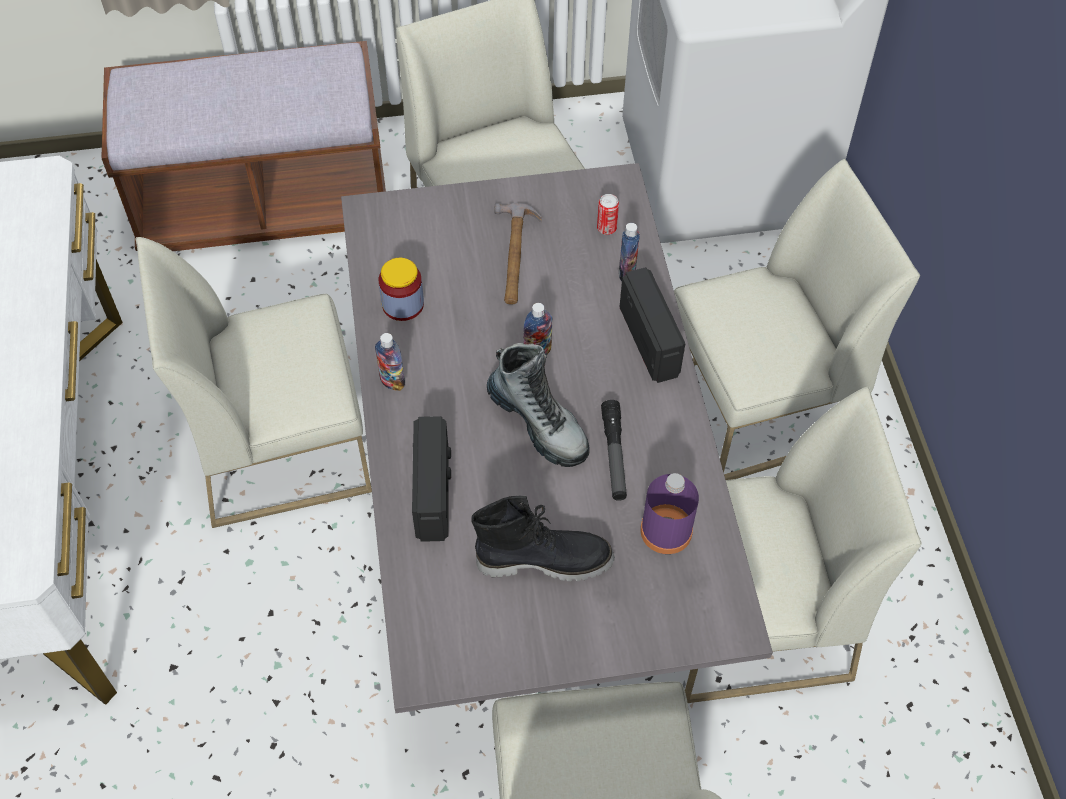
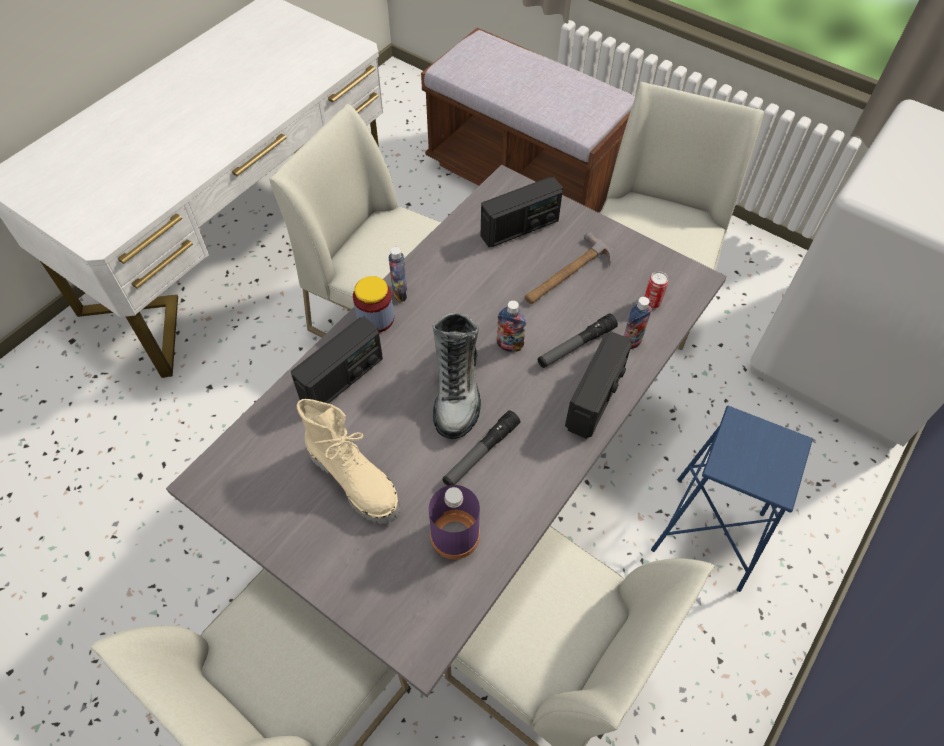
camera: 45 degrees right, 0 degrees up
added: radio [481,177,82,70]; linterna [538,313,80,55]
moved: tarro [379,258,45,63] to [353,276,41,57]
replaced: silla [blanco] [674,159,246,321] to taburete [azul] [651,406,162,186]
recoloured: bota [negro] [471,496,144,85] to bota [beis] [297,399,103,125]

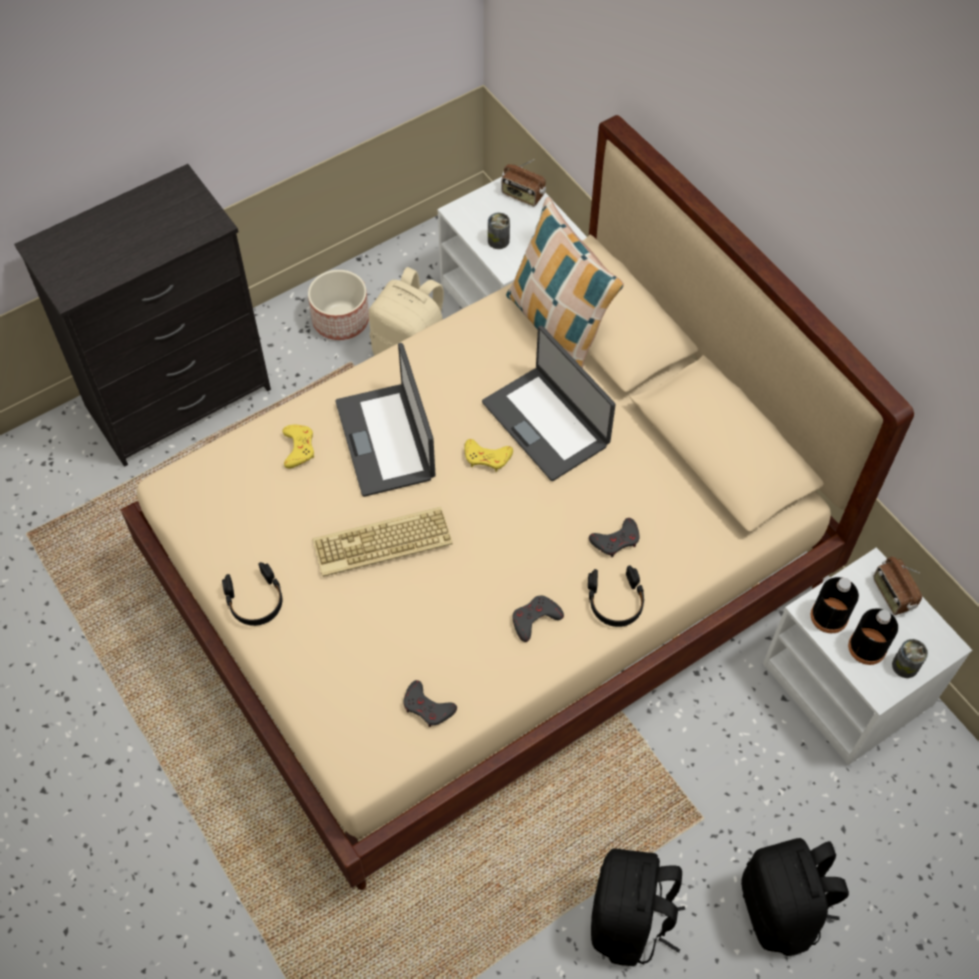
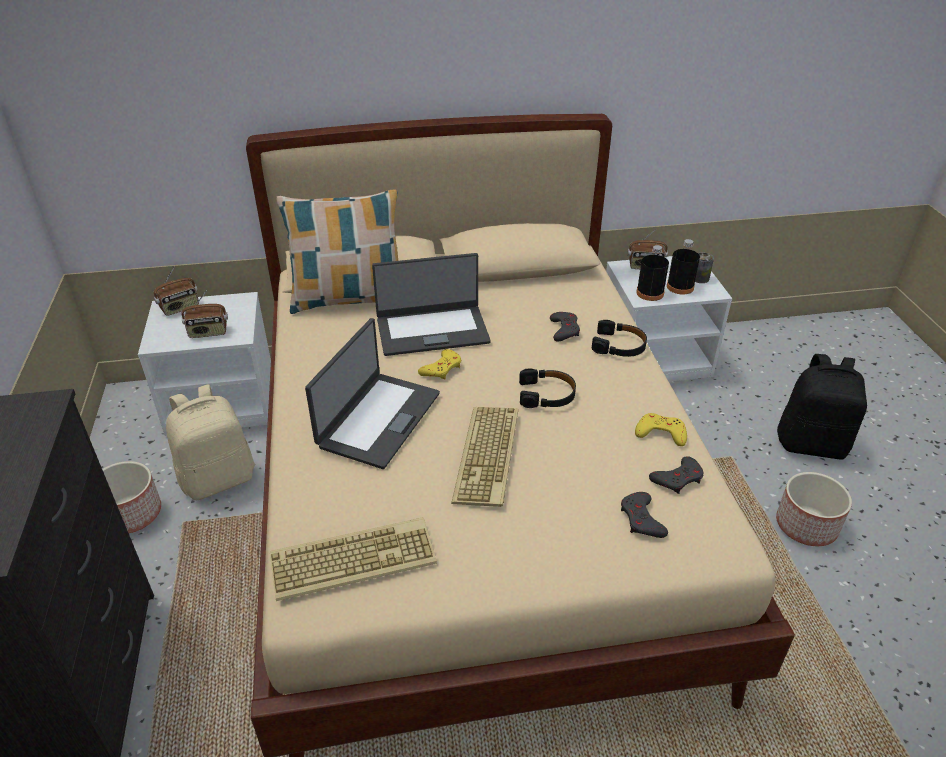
camera: 65 degrees left, 20 degrees down
added: teclado [270,517,167,84]
moved: auriculares [negro] [222,562,60,64] to [519,368,57,40]; mando de consola [amarillo] [282,425,32,44] to [635,413,52,33]; mando de consola [gris] [512,596,52,46] to [621,492,47,46]
replaced: lata [488,213,22,36] to radio [181,291,47,47]; mochila [negro] [591,848,94,118] to maceta [776,472,76,74]
turned: portátil [335,343,101,154] = [305,318,135,151] 75 degrees counterclockwise

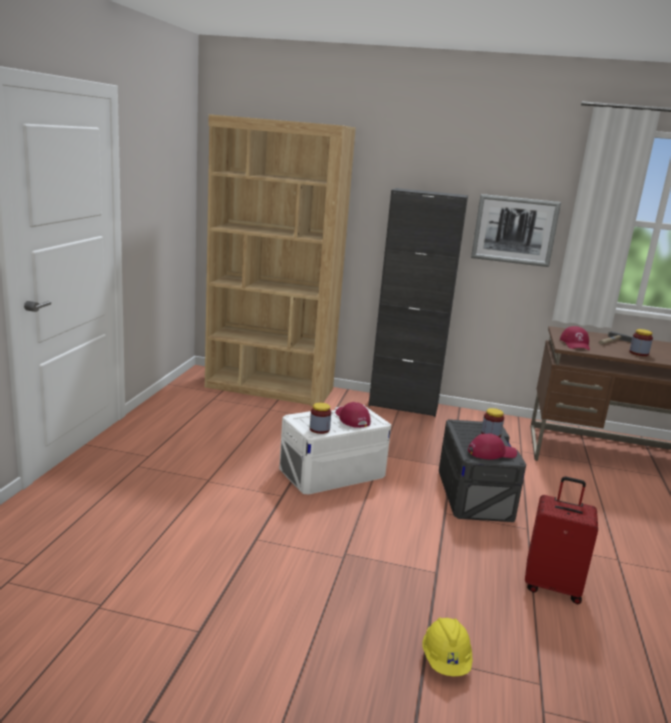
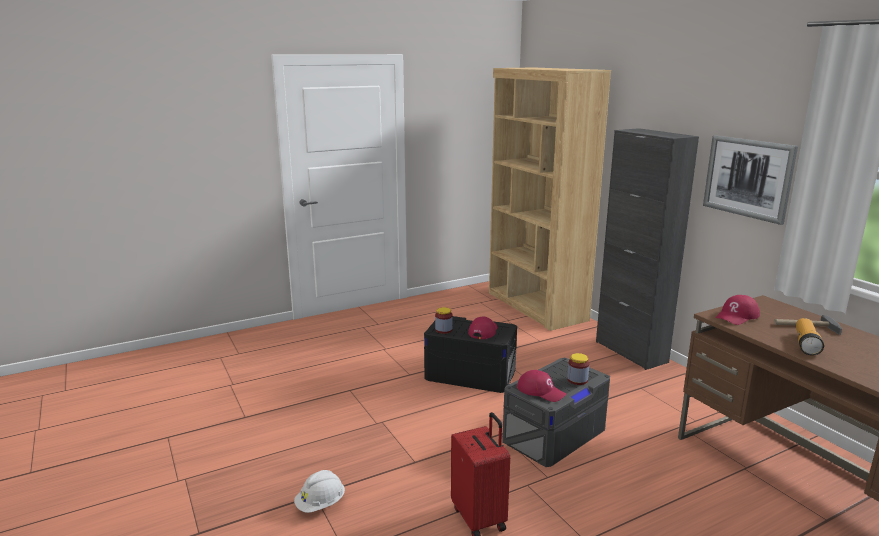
camera: 50 degrees right, 0 degrees up
replaced: tarro [629,329,24,27] to linterna [796,318,28,38]
recoloured: caja de almacenaje [blanco] [279,404,112,91] to caja de almacenaje [negro] [424,316,93,77]; casco [amarillo] [422,617,51,59] to casco [blanco] [294,470,51,43]

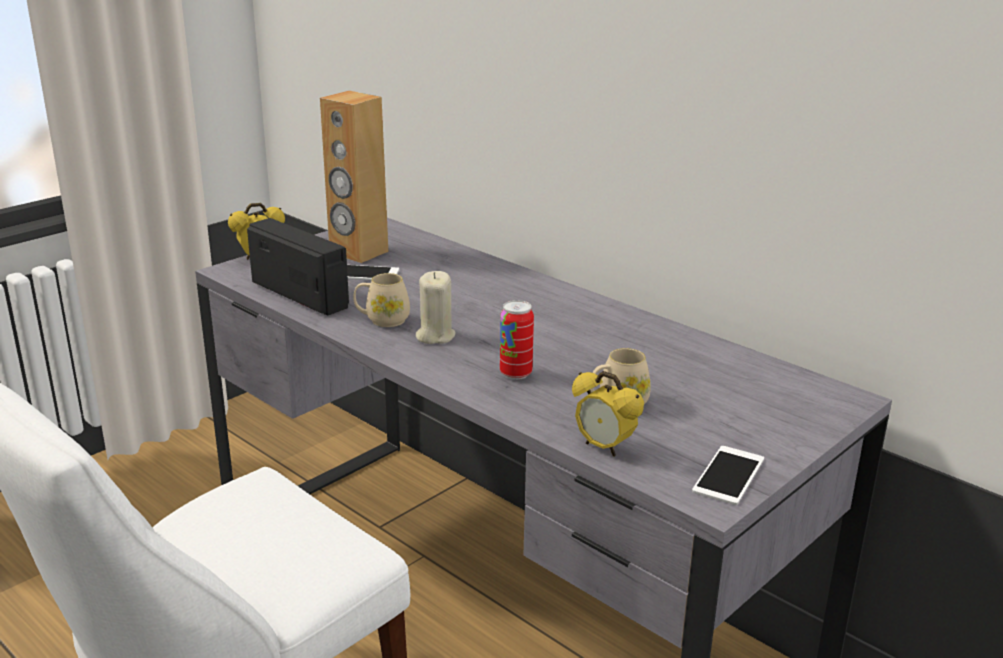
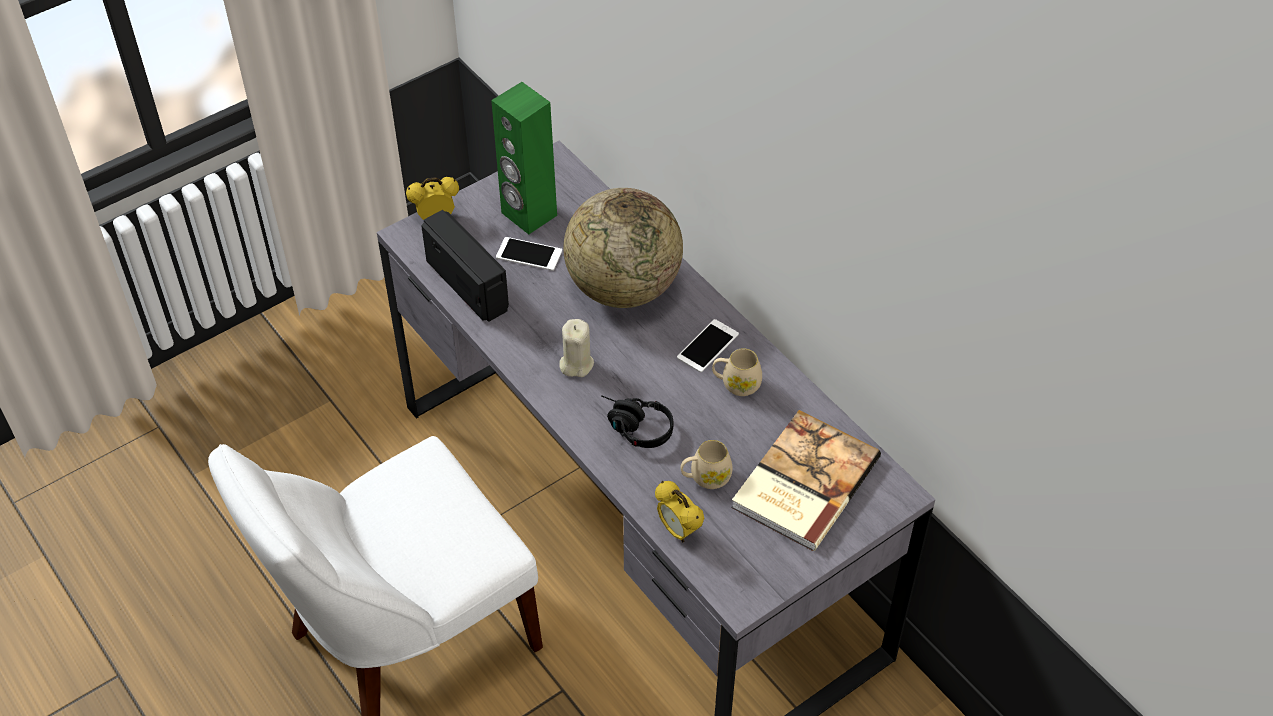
camera: 10 degrees right, 25 degrees up
added: globo terráqueo [563,188,120,120]; libro [731,410,150,141]
moved: taza grande [beis] [353,273,57,54] to [712,348,50,48]; móvil [692,446,72,59] to [677,319,62,54]
replaced: lata [500,300,34,80] to auriculares [negro] [601,395,72,53]
recoloured: altavoz [marrón] [320,91,68,172] to altavoz [verde] [491,82,66,152]

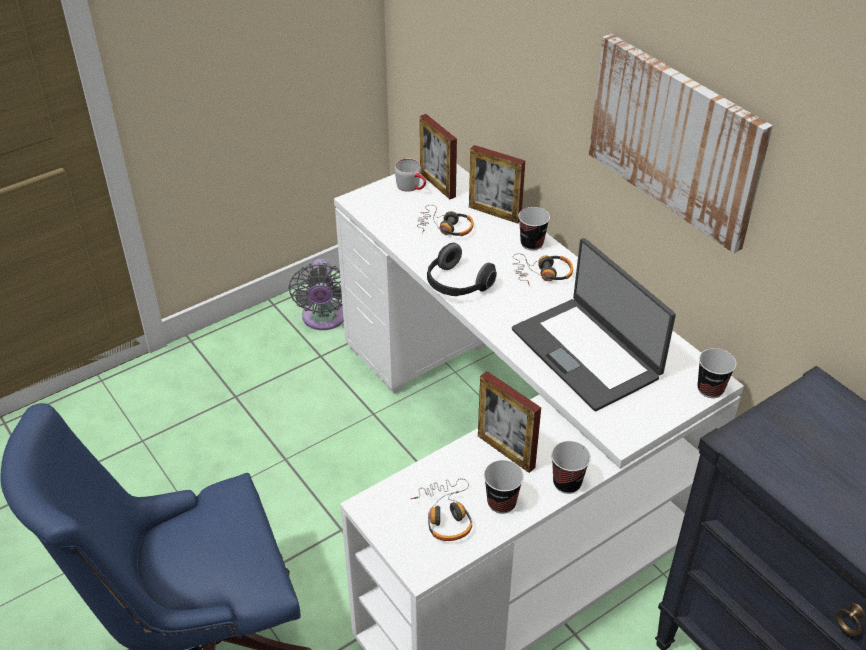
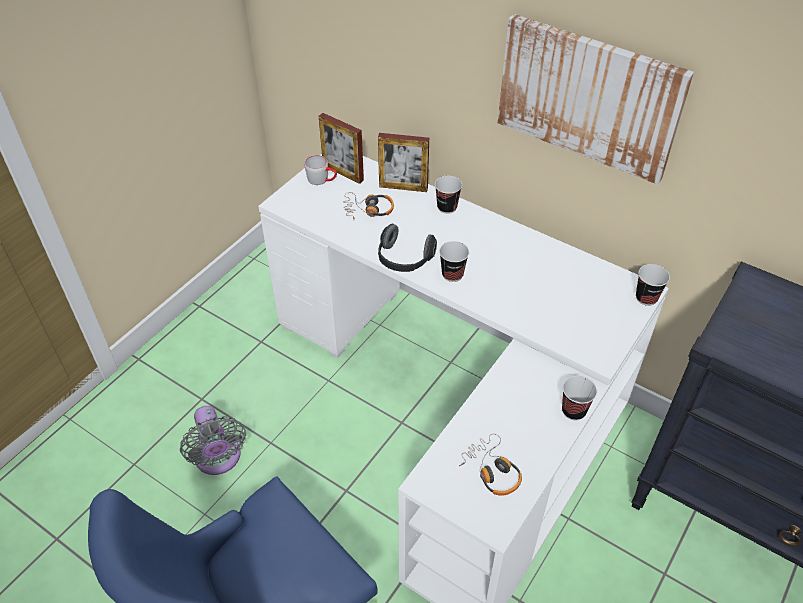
camera: 20 degrees left, 5 degrees up
removed: portarretratos [478,371,63,102]; portátil [512,238,164,173]; auriculares [512,253,61,32]
moved: ventilador [gris] [288,258,56,72] to [180,406,66,69]; taza [484,460,40,54] to [439,241,30,41]

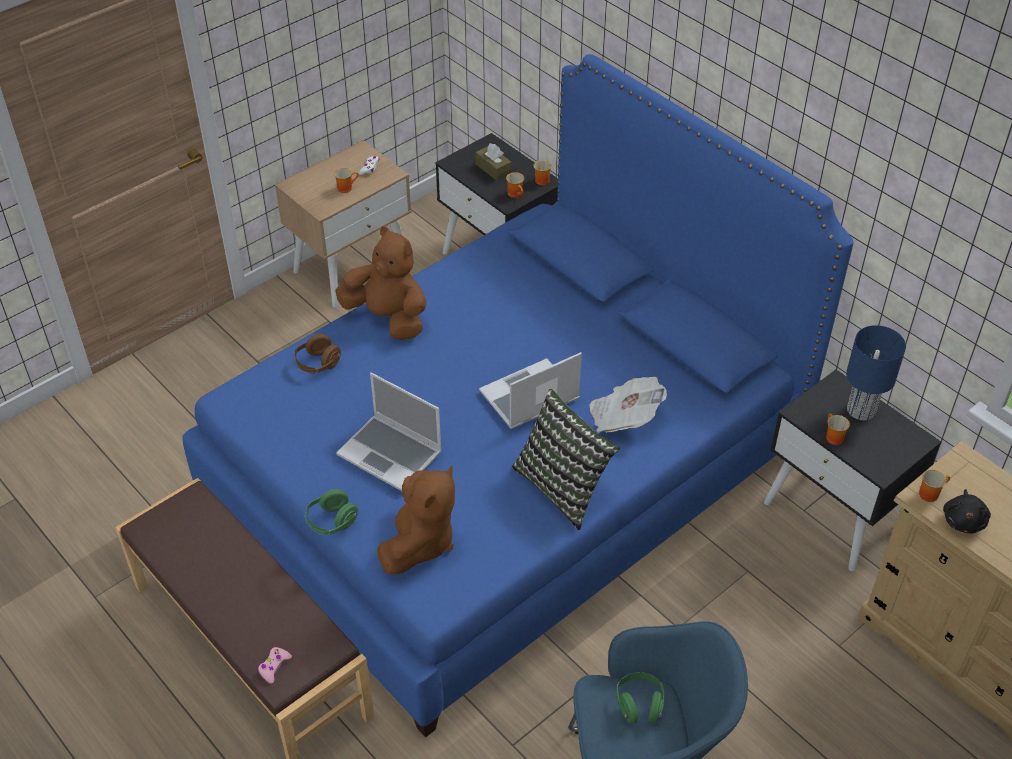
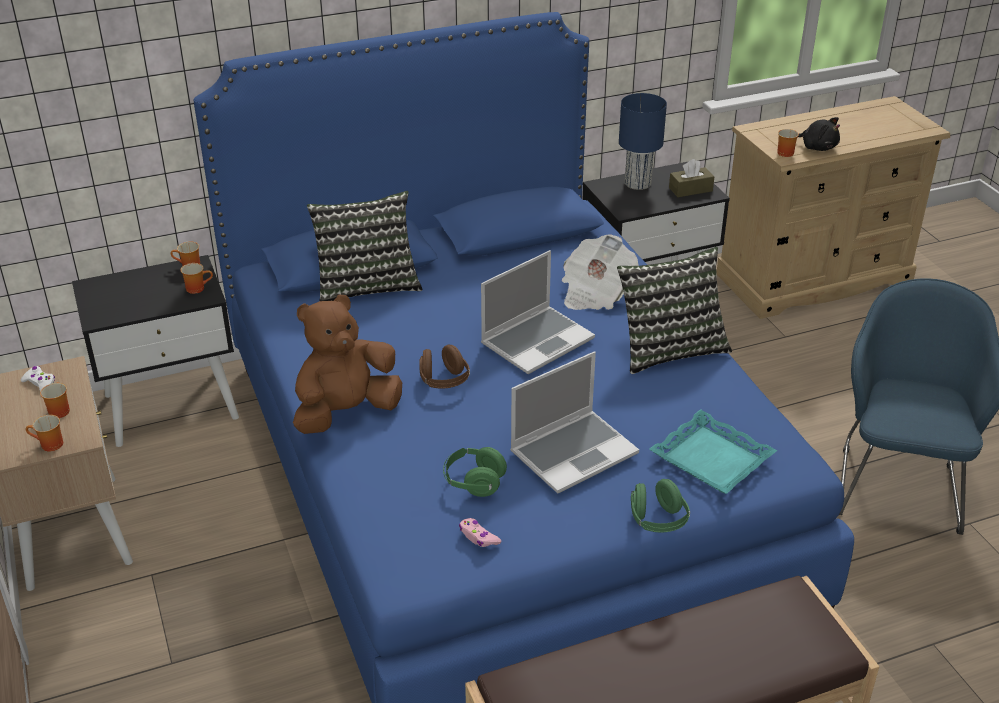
camera: 70 degrees left, 10 degrees down
added: cojín [307,191,116,110]
moved: mando de consola [rosa] [257,647,35,37] to [459,518,42,29]; auriculares [marrón] [293,334,48,40] to [419,344,51,45]; caja de pañuelos [marrón] [475,143,36,38] to [669,159,45,38]; auriculares [verde] [616,672,49,52] to [443,447,64,50]; taza grande [826,414,24,31] to [26,415,37,36]
replaced: peluche [marrón] [377,466,78,108] to bandeja [turquesa] [649,409,128,85]
turned: portátil [479,352,103,77] = [481,250,114,124] 120 degrees counterclockwise

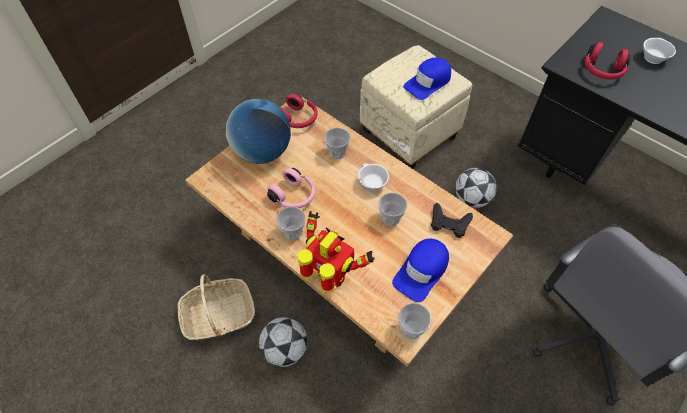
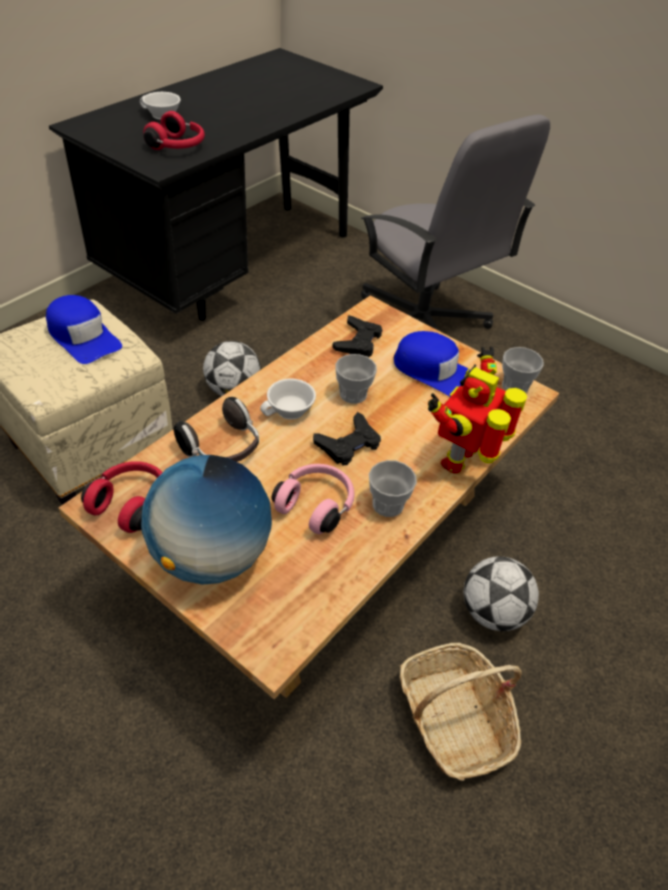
camera: 95 degrees left, 10 degrees down
added: mando de consola [negro] [313,412,68,54]
replaced: taza [324,128,26,31] to auriculares [174,397,85,65]

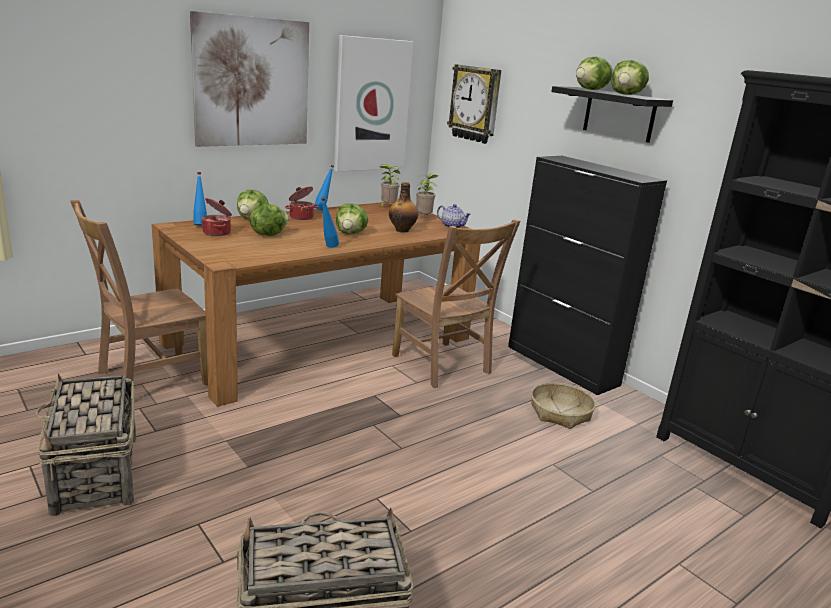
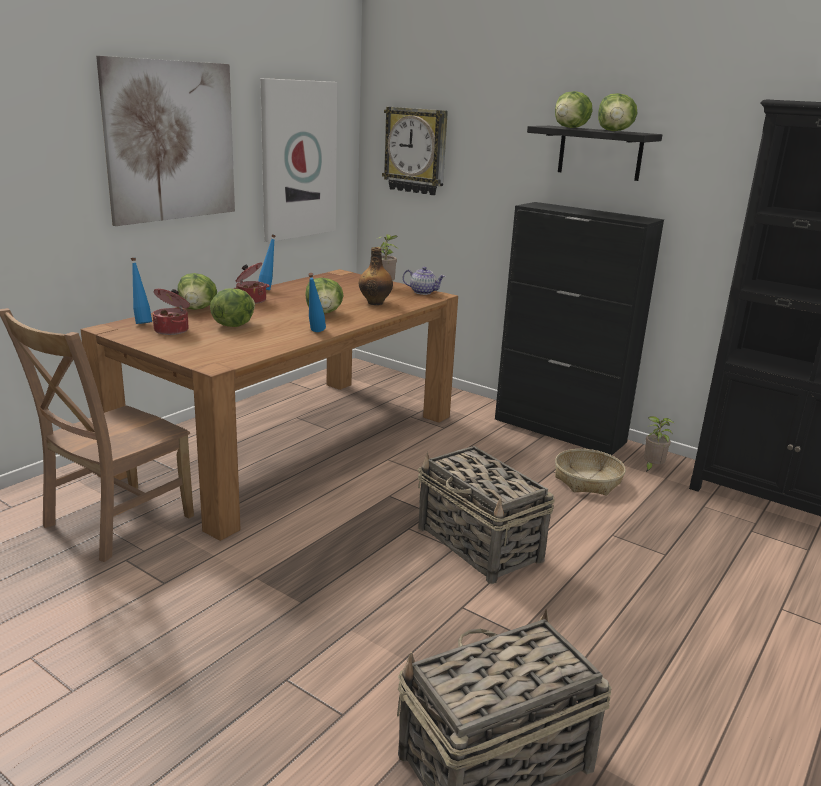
camera: 15 degrees left, 0 degrees up
removed: silla [marrón] [392,219,128,169]
moved: cesta [36,373,100,143] to [418,446,137,138]; planta en maceta [378,164,22,44] to [644,416,30,56]

